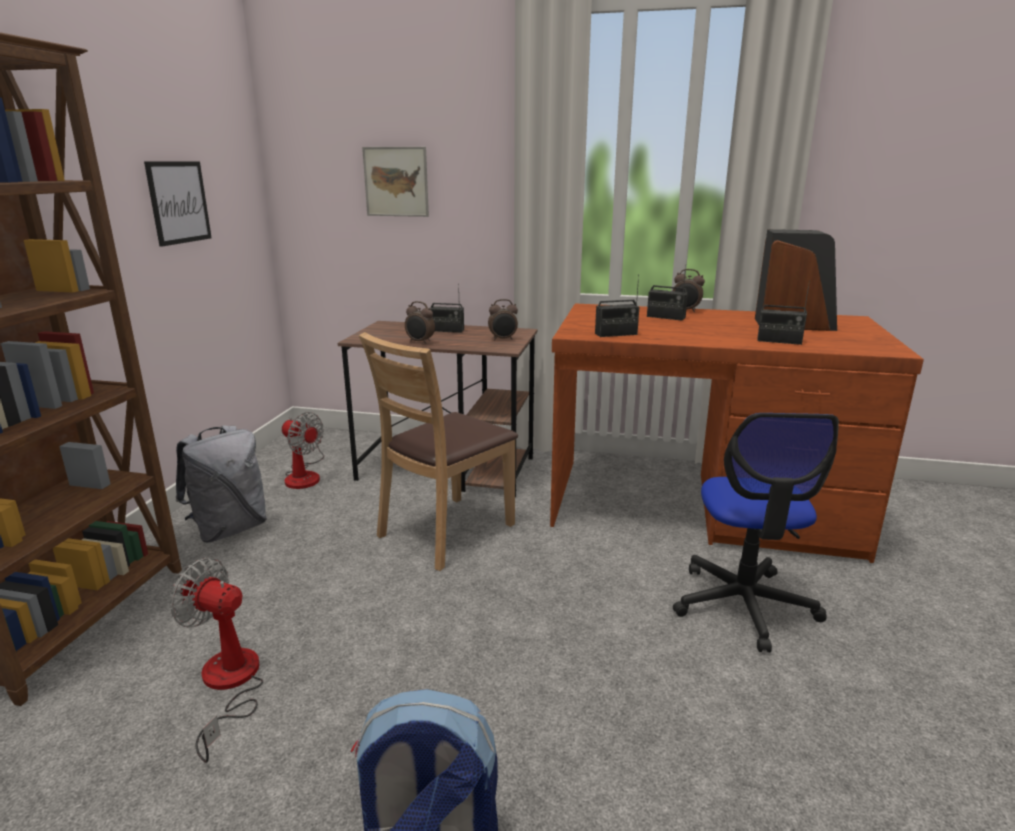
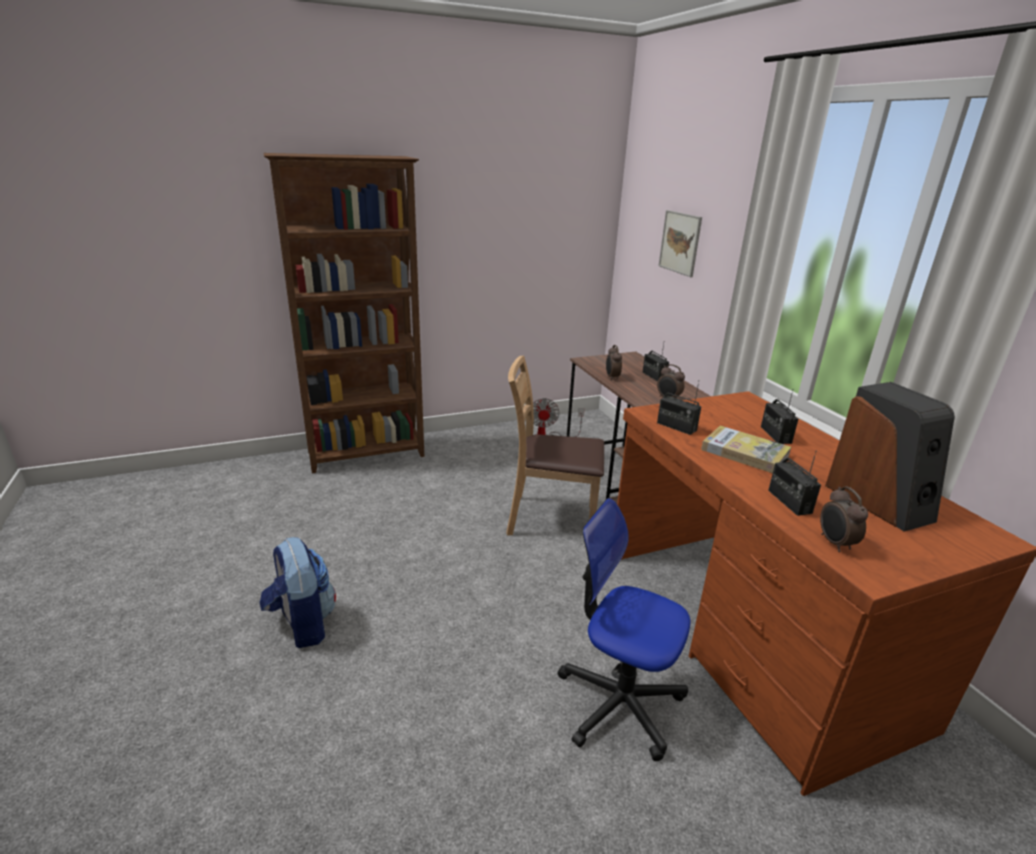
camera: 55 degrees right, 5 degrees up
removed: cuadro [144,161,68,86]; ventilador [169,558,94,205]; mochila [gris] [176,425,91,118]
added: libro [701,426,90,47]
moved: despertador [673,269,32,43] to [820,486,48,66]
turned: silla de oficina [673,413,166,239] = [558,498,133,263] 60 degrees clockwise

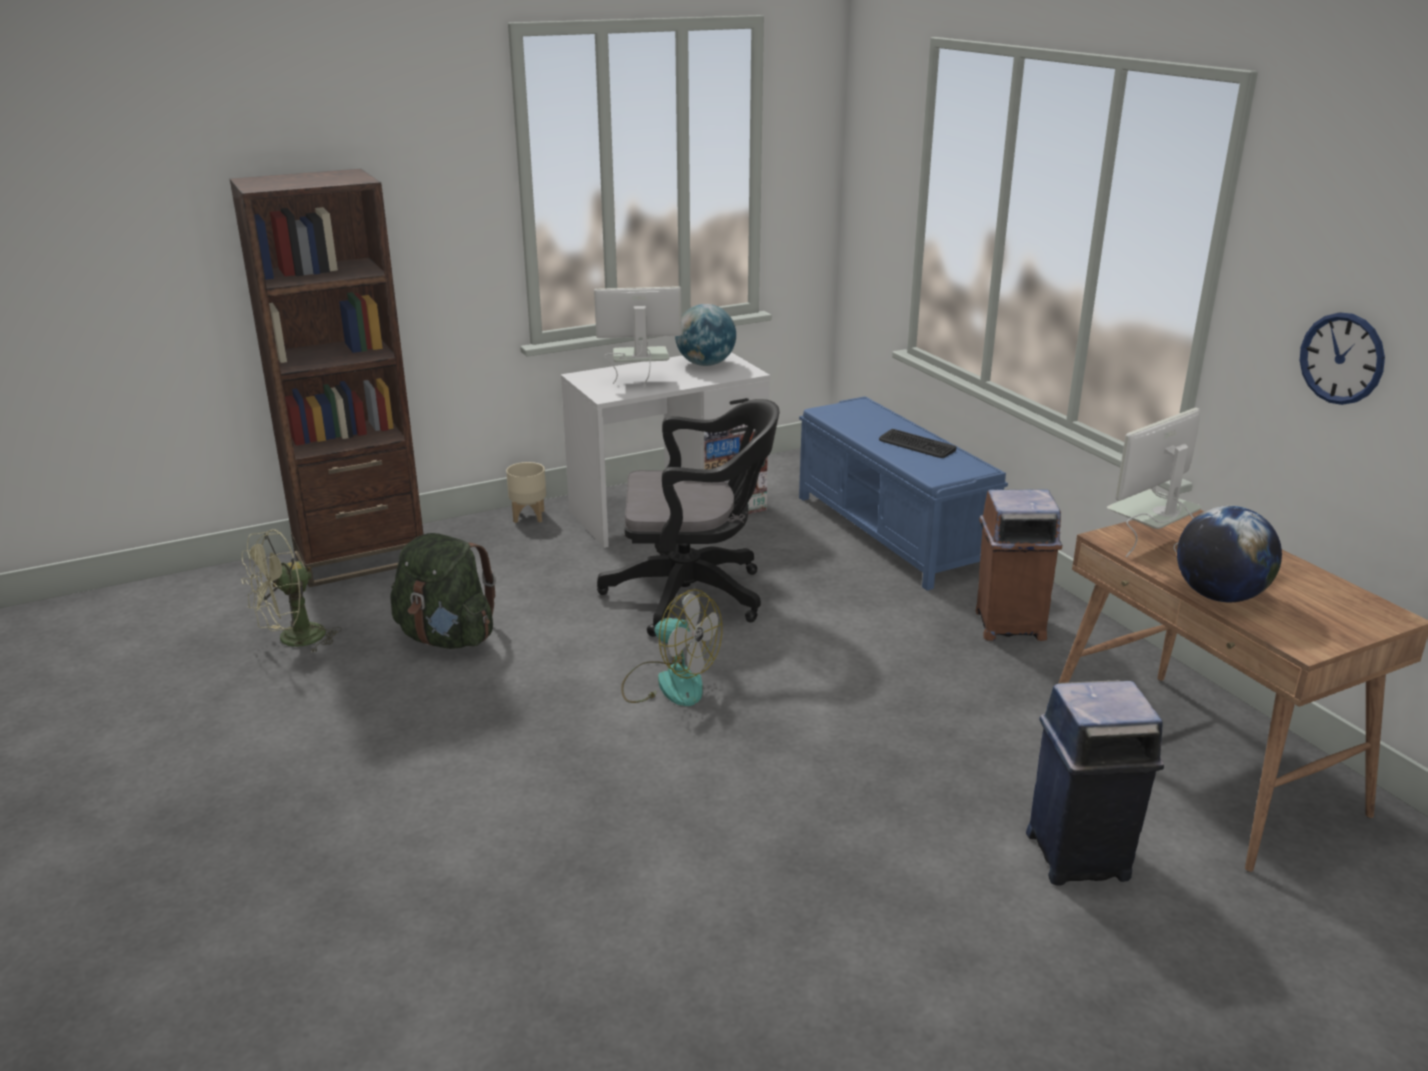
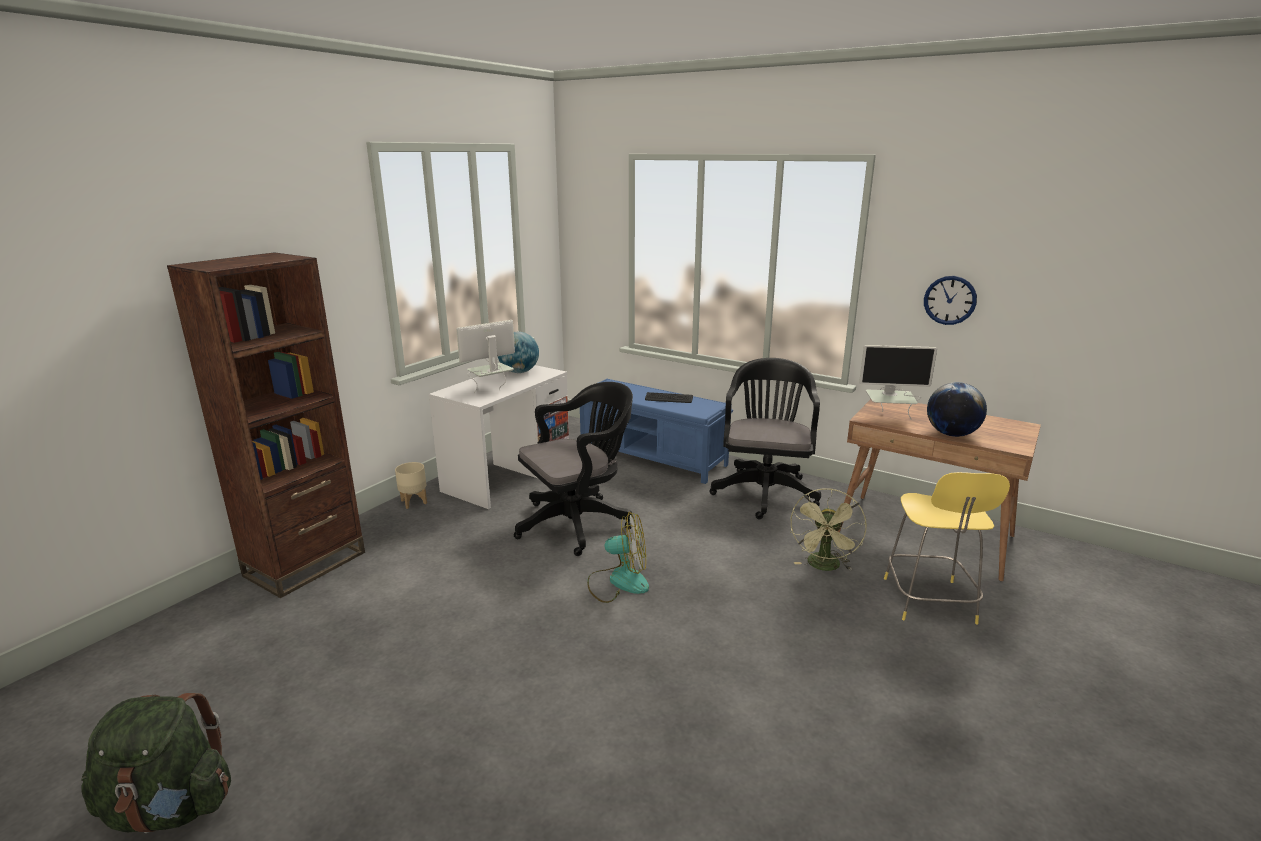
camera: 30 degrees left, 5 degrees down
moved: ventilador [verde] [241,529,101,124] to [791,489,76,82]; mochila [verde] [390,533,106,116] to [81,693,150,140]
replaced: papelera [marrón] [976,489,86,152] to silla de oficina [negro] [709,358,112,161]; papelera [azul] [1026,680,138,205] to taburete [amarillo] [884,472,126,152]
turned: monitor [1107,408,94,149] = [859,345,78,75] 105 degrees counterclockwise

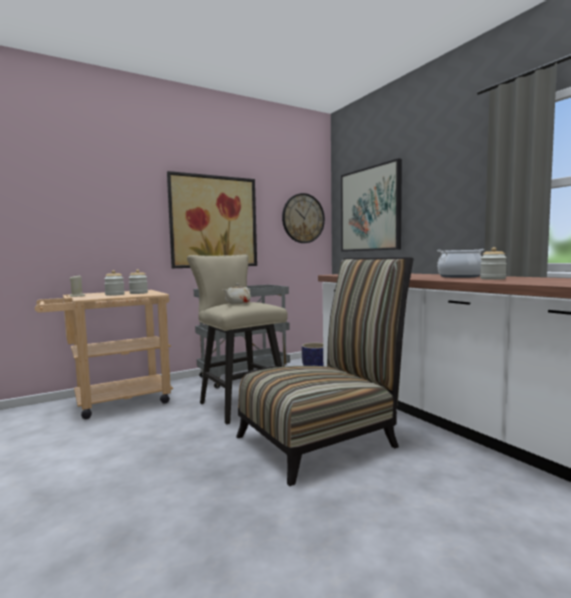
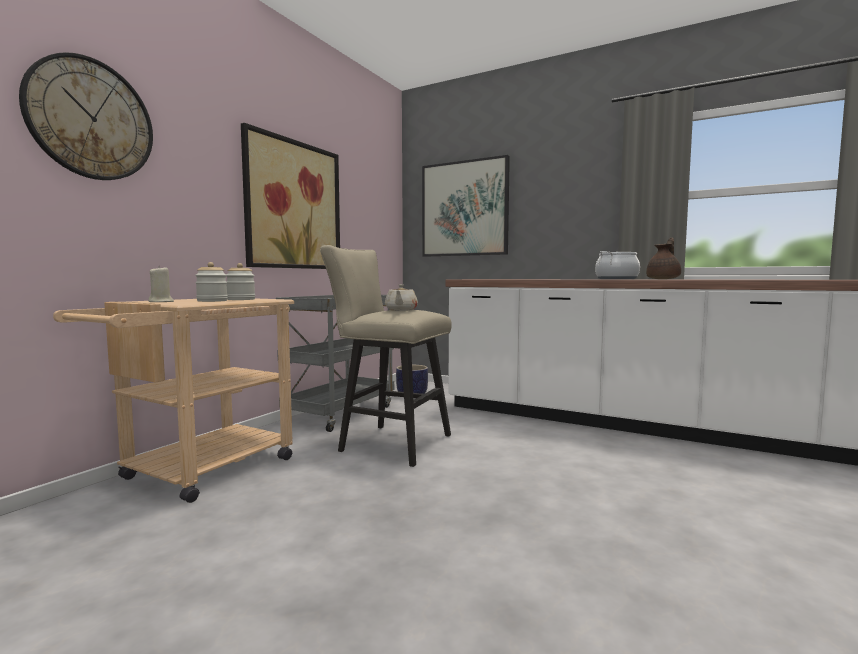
camera: 30 degrees left, 0 degrees up
removed: silla [236,257,178,229]
moved: reloj de pared [282,193,43,50] to [19,52,134,128]
replaced: tarro [480,247,27,33] to tetera [marrón] [646,238,35,41]

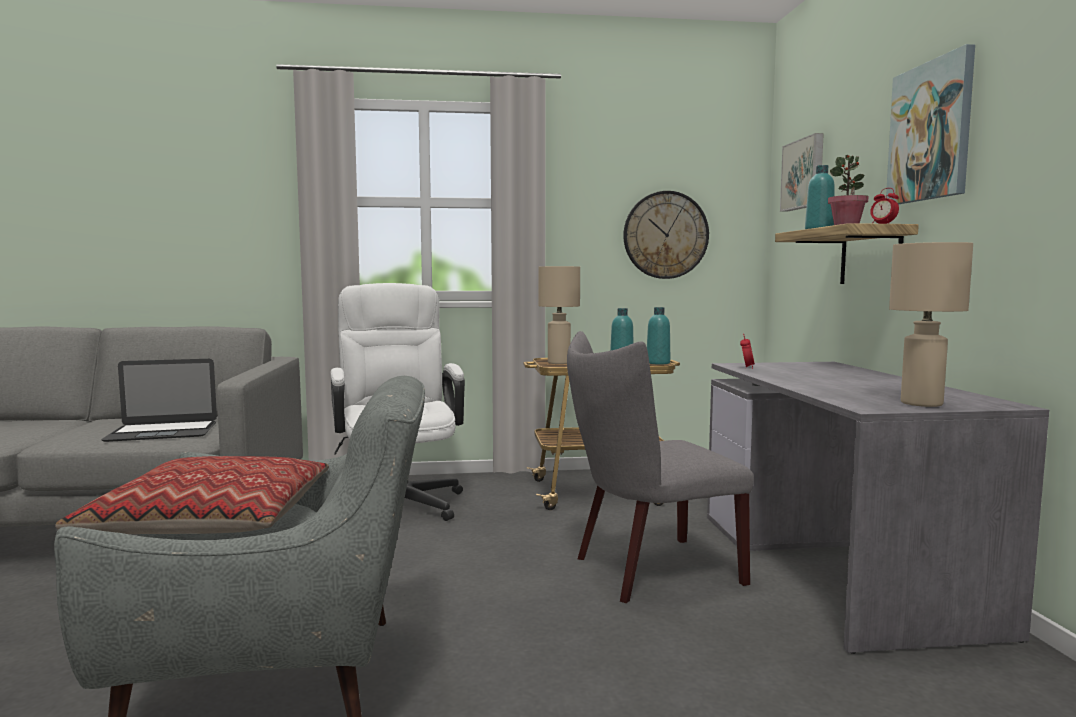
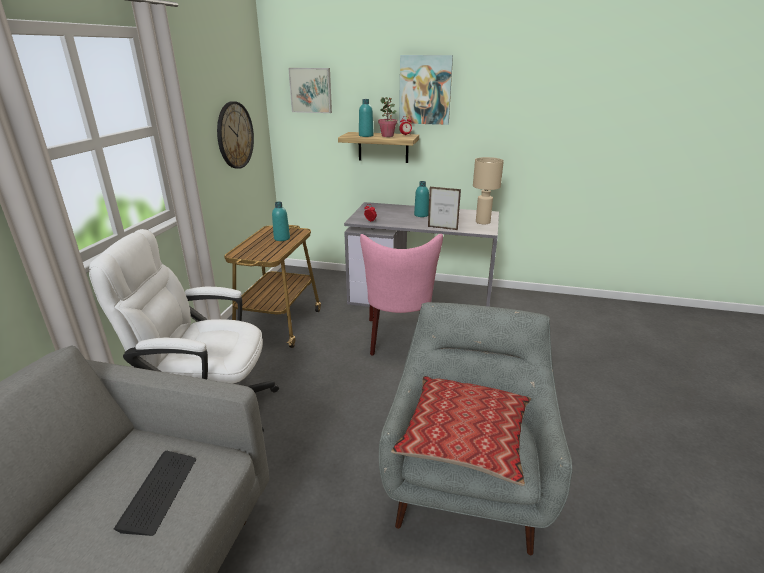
camera: 70 degrees left, 20 degrees up
removed: lámpara de mesa [beis] [539,266,41,98]
added: portarretratos [428,187,33,43]
moved: botella [turquesa] [647,307,23,58] to [414,181,15,36]
replaced: portátil [101,359,116,83] to teclado [114,451,82,85]
recoloured: silla [gris] [567,331,187,272] to silla [rosa] [360,234,83,122]

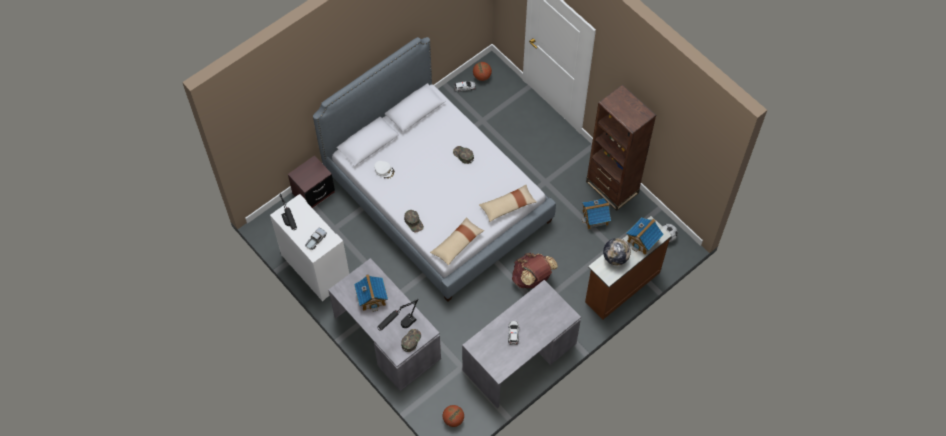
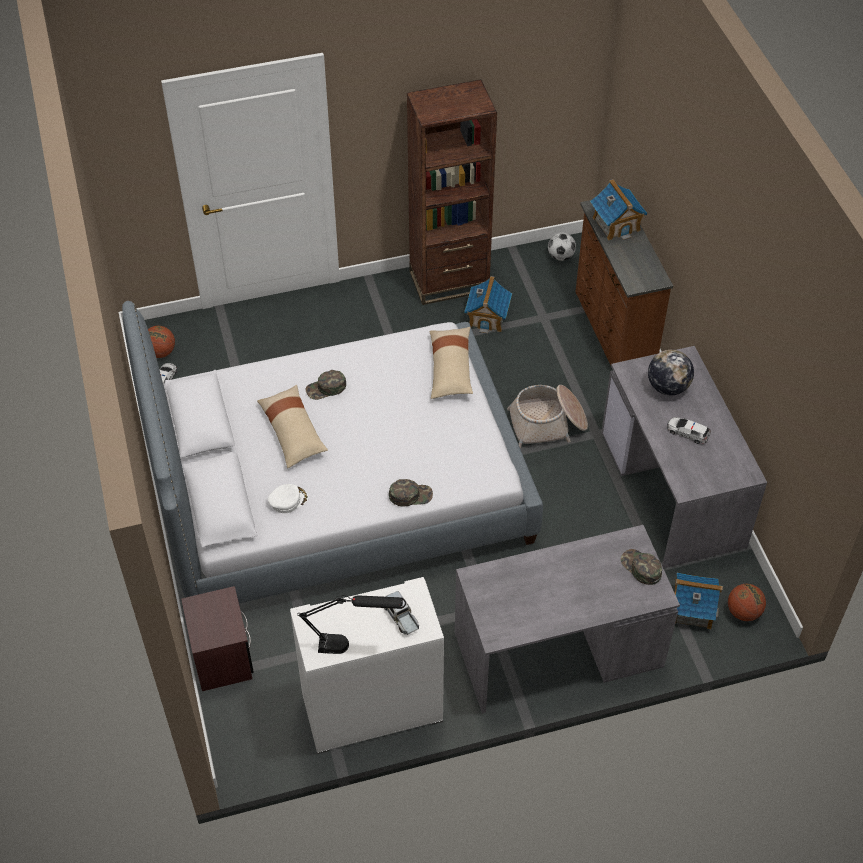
camera: 65 degrees left, 10 degrees down
removed: lámpara de mesa [negro] [377,299,41,32]
moved: casita [354,274,34,38] to [675,573,48,56]; cojín [beis] [430,217,54,49] to [257,384,71,84]; globo terráqueo [603,238,28,27] to [648,350,46,45]
replaced: mochila [marrón] [512,253,46,35] to cesta [507,385,81,64]

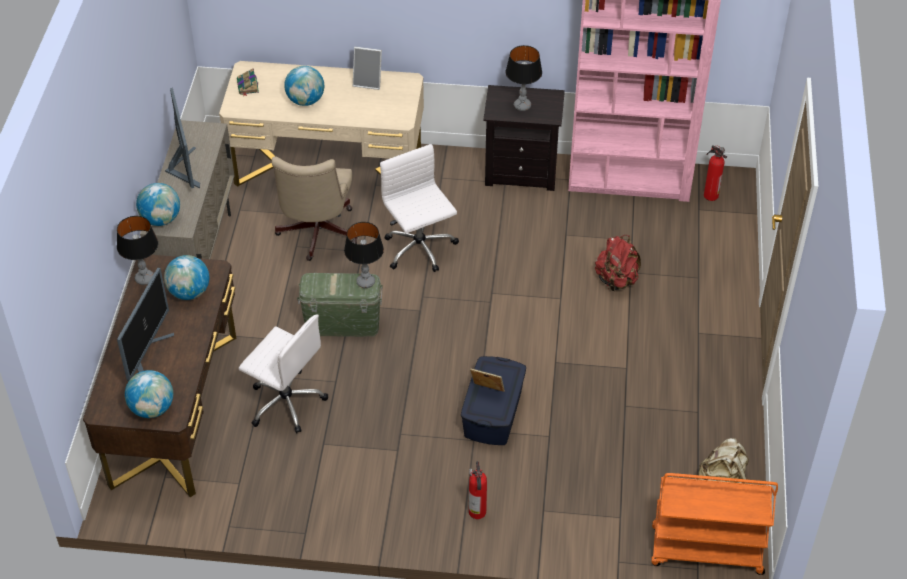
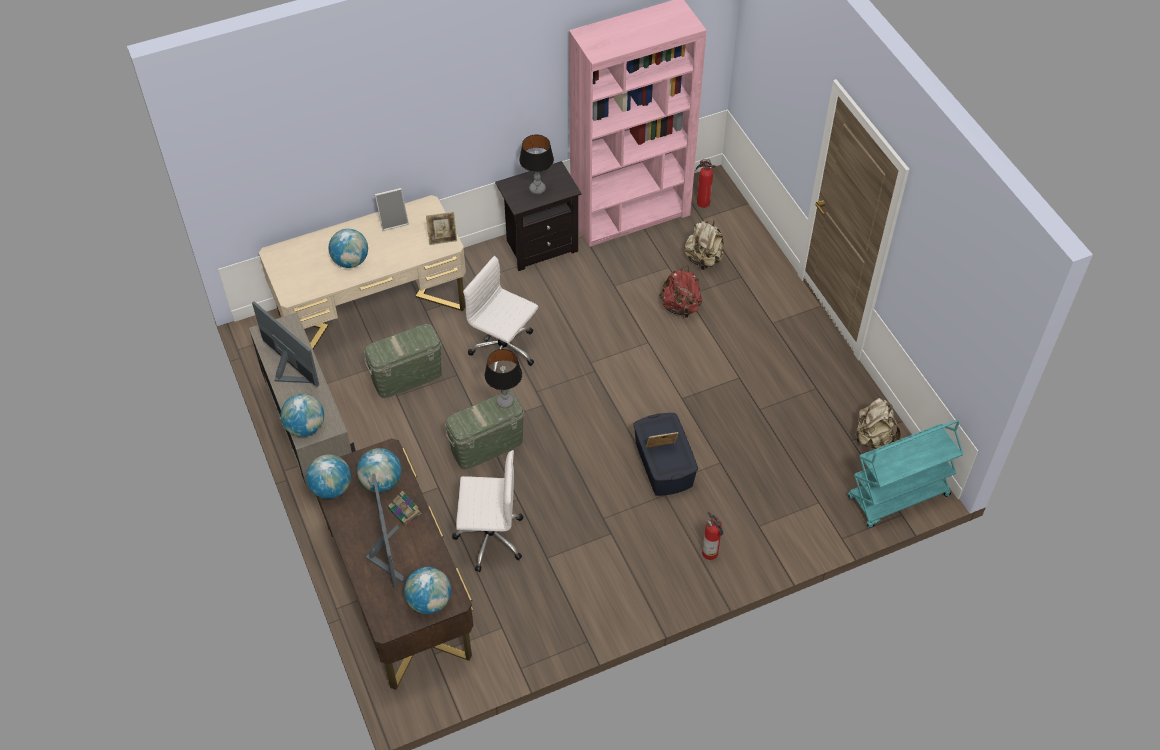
camera: 30 degrees left, 5 degrees up
added: portarretratos [426,212,31,33]; mochila [beis] [684,219,40,51]
moved: libro [237,68,22,28] to [388,491,34,34]
replaced: lámpara de mesa [117,216,41,69] to globo terráqueo [306,455,45,44]; silla de oficina [beis] [272,156,86,105] to caja de almacenaje [verde] [363,324,80,74]
recoloured: carrito [naranja] [651,473,127,102] to carrito [turquesa] [848,420,115,108]

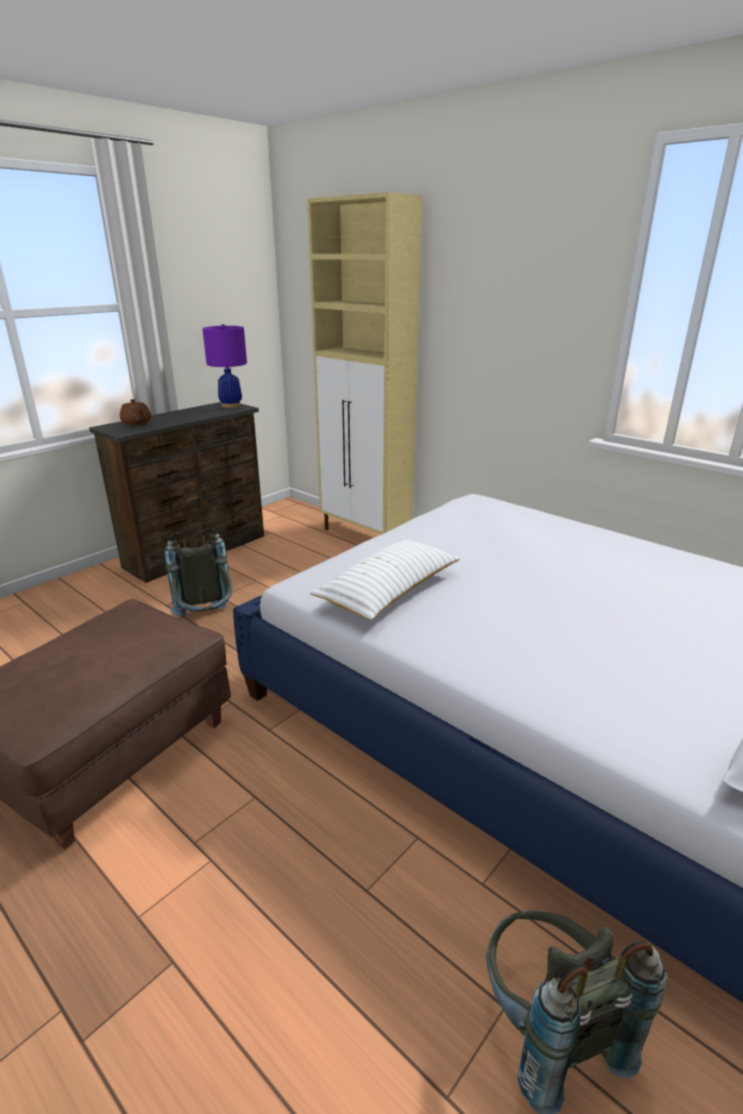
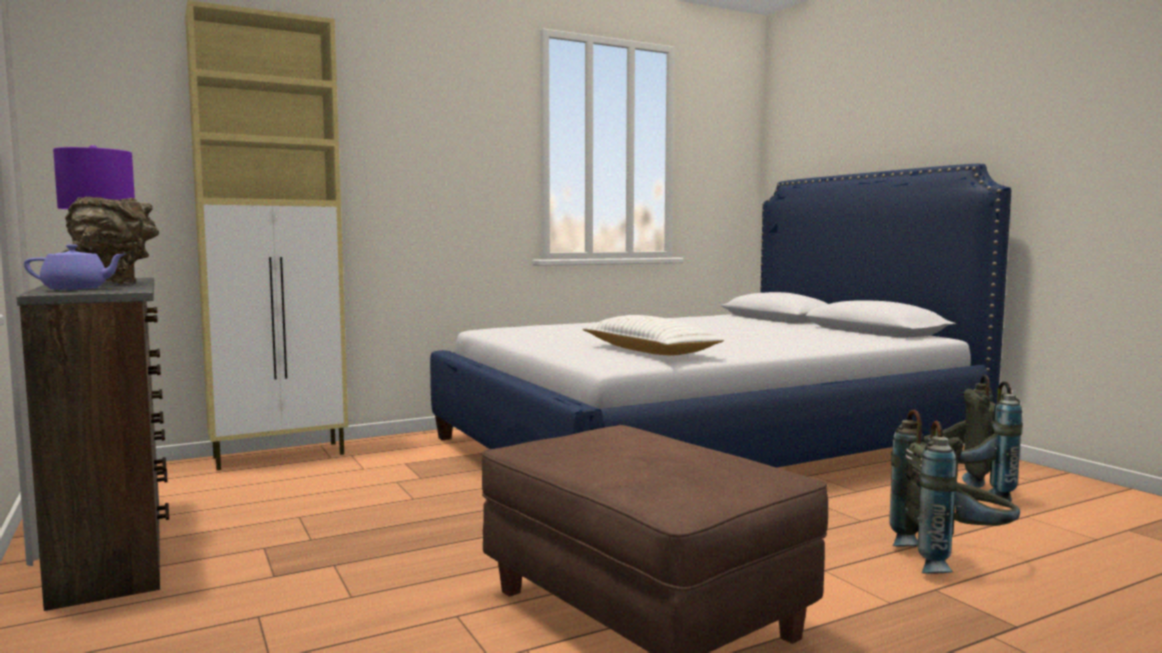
camera: 70 degrees left, 20 degrees down
added: florero [marrón] [61,196,98,88]
moved: mochila [gris] [164,528,68,89] to [889,409,131,165]
recoloured: tetera [marrón] [120,399,31,26] to tetera [morado] [24,244,102,46]

